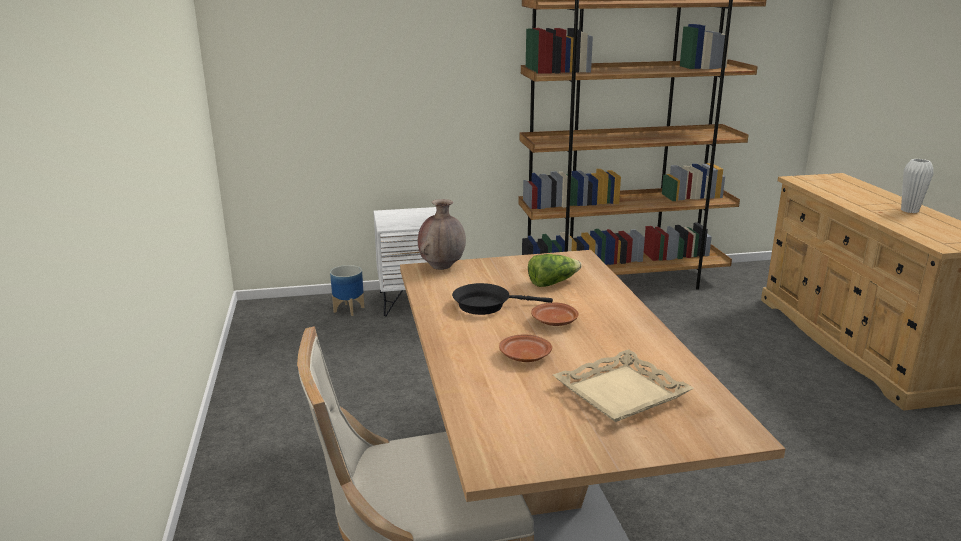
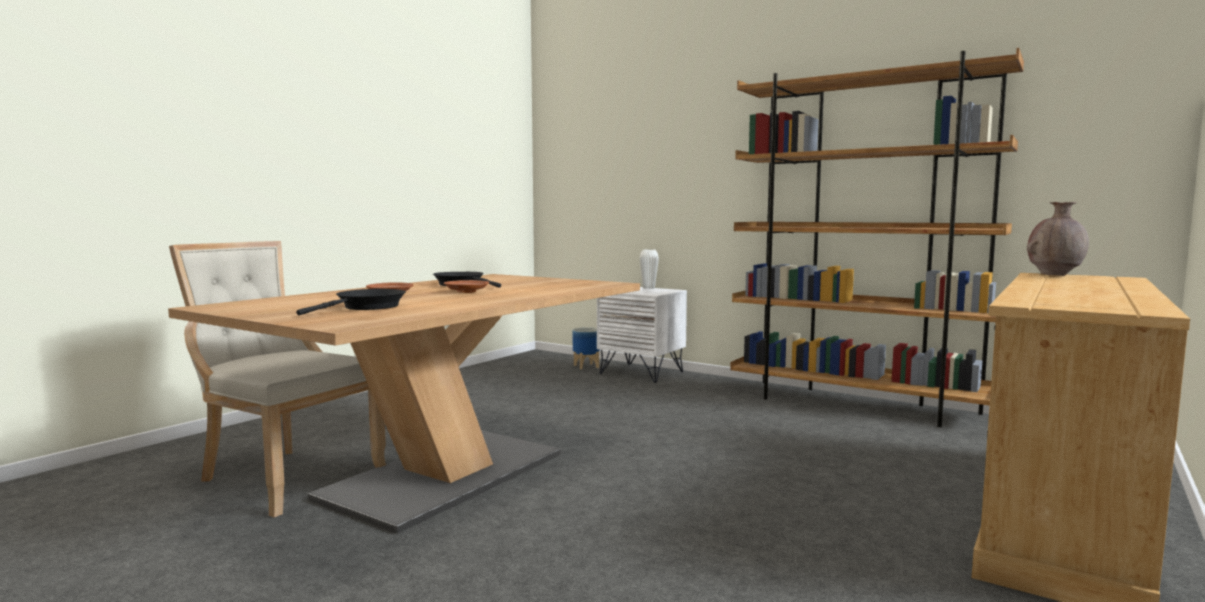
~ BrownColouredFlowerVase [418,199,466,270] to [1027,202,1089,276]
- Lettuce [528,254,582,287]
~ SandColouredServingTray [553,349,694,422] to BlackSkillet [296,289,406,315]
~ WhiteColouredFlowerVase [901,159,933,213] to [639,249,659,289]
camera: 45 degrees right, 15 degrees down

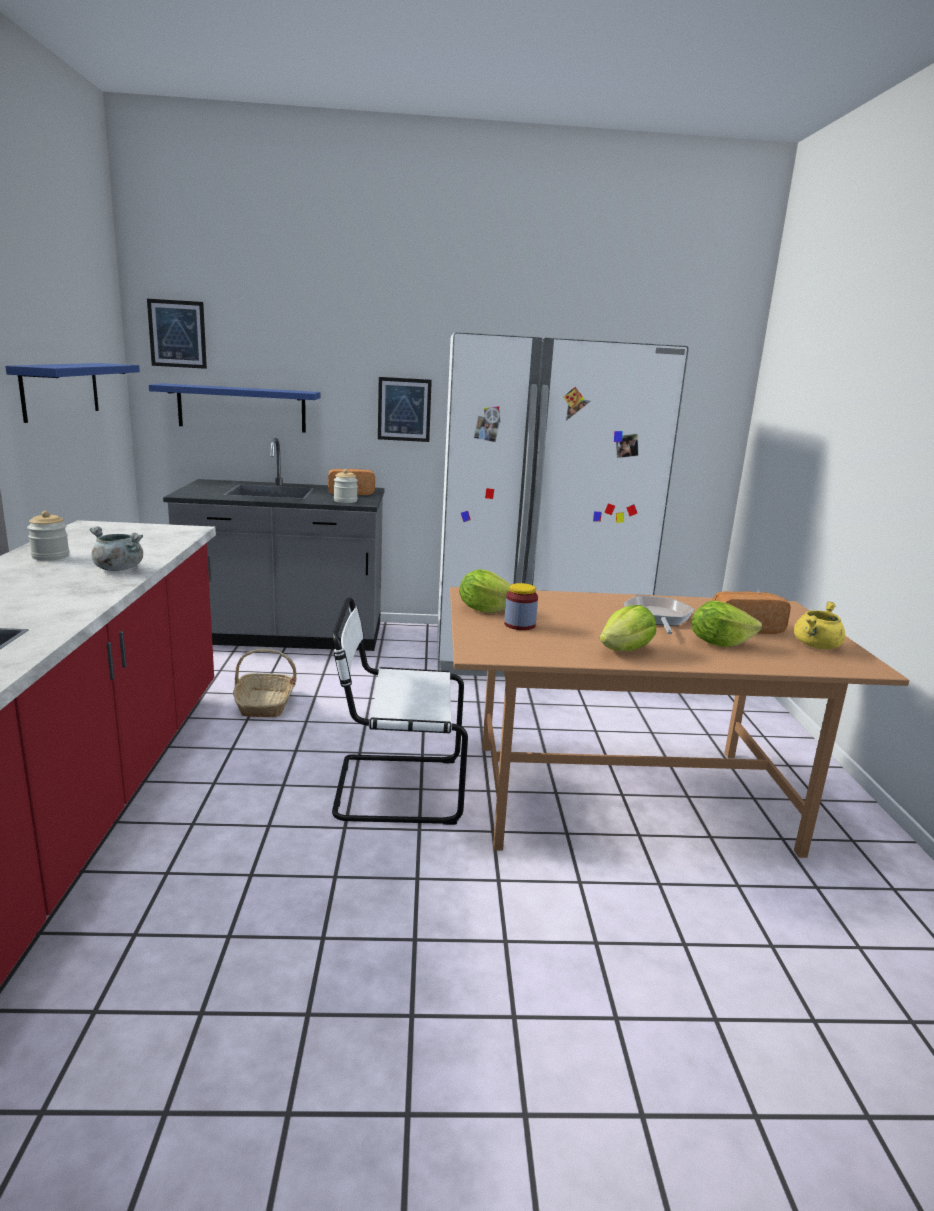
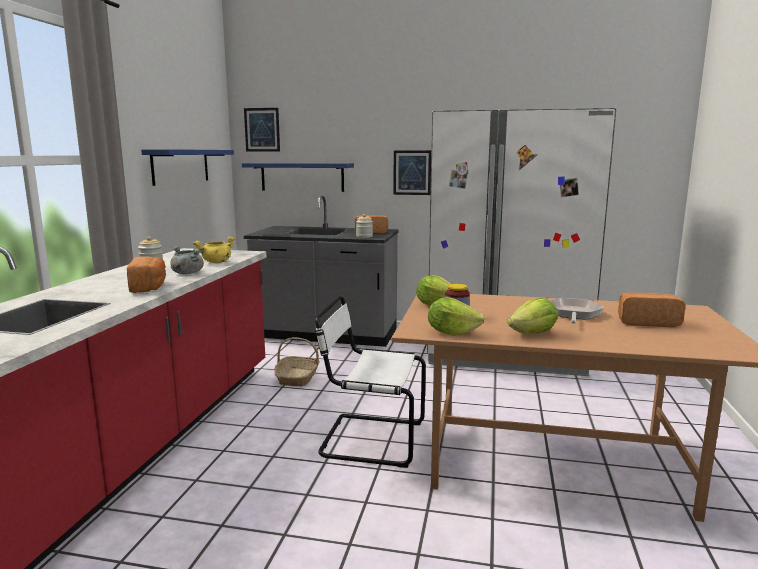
~ Lettuce [692,600,762,647] to [428,297,485,336]
~ YellowCookingPot [794,601,845,649] to [193,236,235,263]
+ Bread [127,256,166,293]
camera: 15 degrees right, 5 degrees down

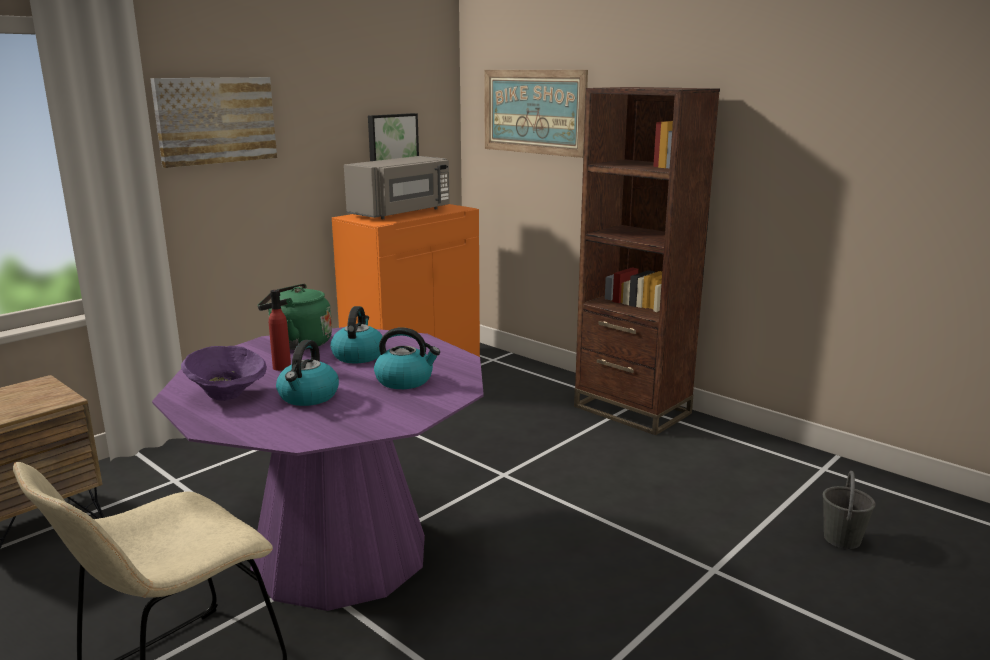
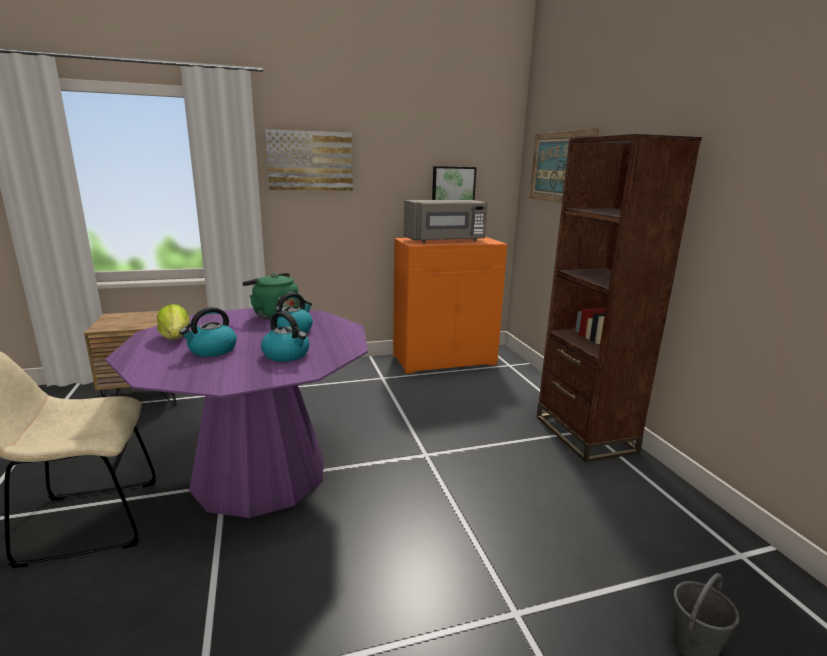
~ PurpleServingBowl [181,346,267,401] to Lettuce [157,304,190,340]
- ReddishBeverageBottle [269,290,291,371]
camera: 30 degrees right, 0 degrees up

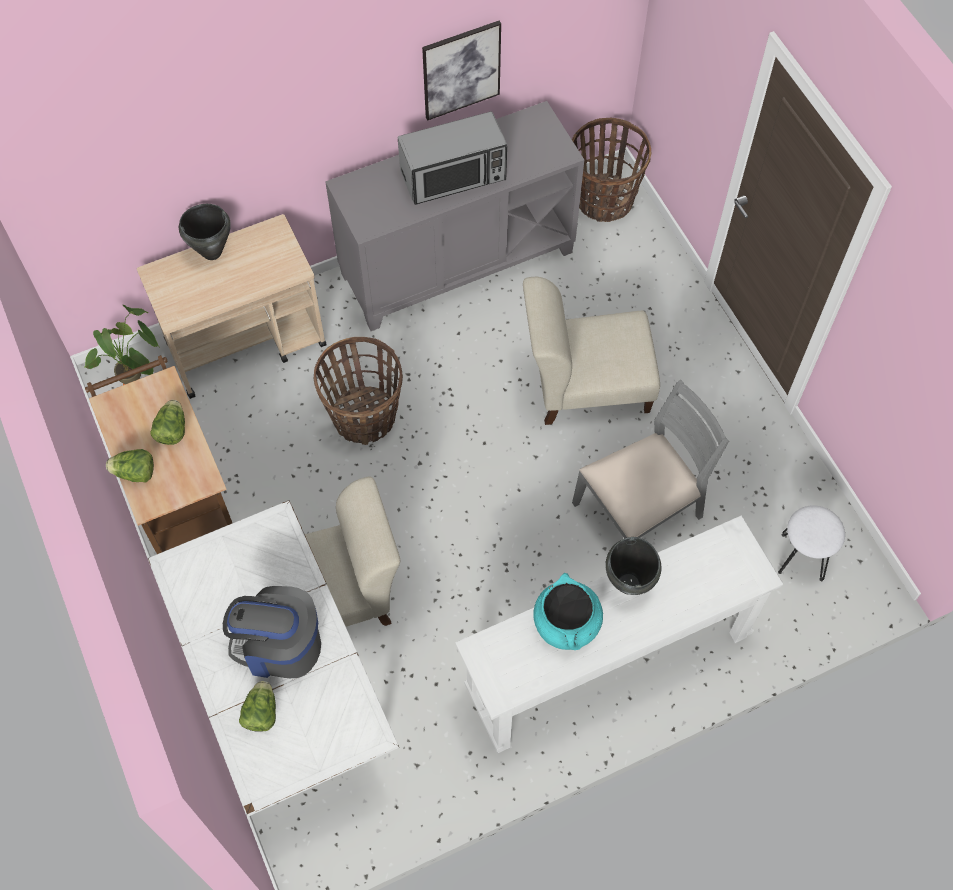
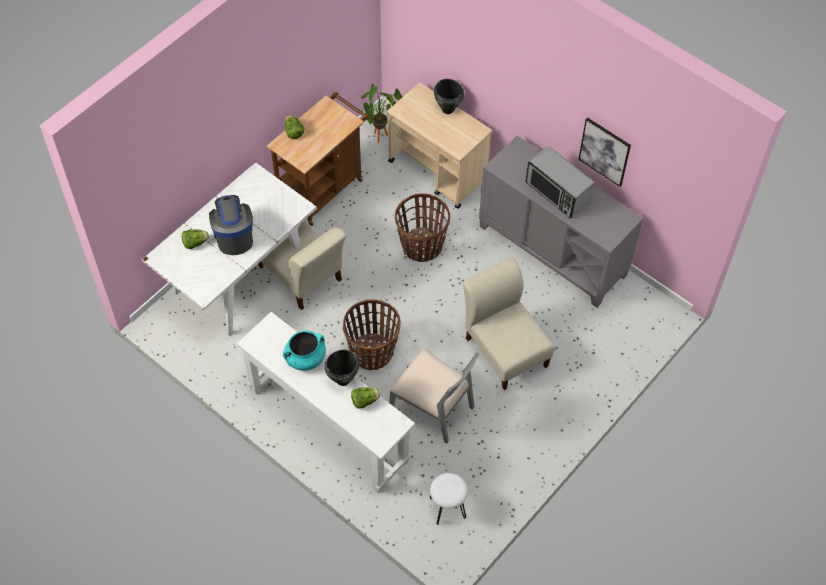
~ Lettuce [150,400,185,445] to [351,387,380,409]
~ Basket [572,118,651,222] to [343,299,401,371]
camera: 65 degrees right, 5 degrees down

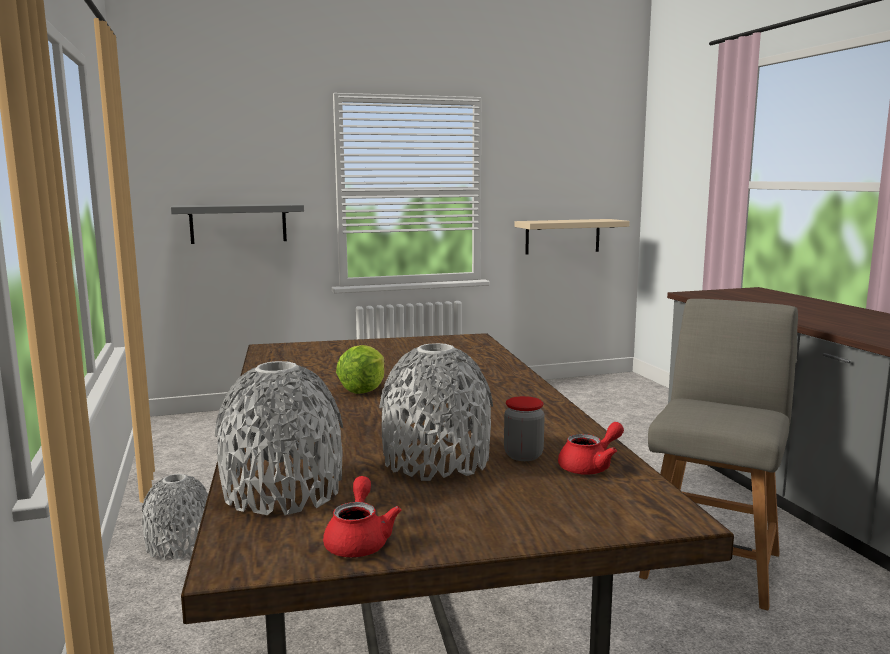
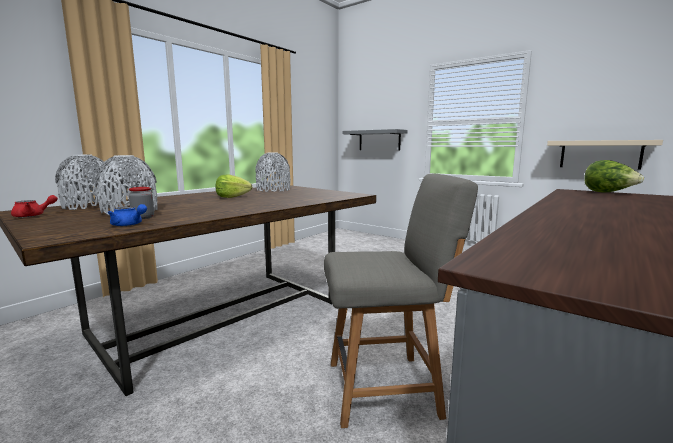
~ GreyFlowerVase [142,474,208,560] to [255,153,290,192]
~ ReddishPotForTea [558,422,624,475] to BlueColouredPotForTea [108,204,147,226]
+ Lettuce [584,160,644,193]
camera: 55 degrees right, 0 degrees up

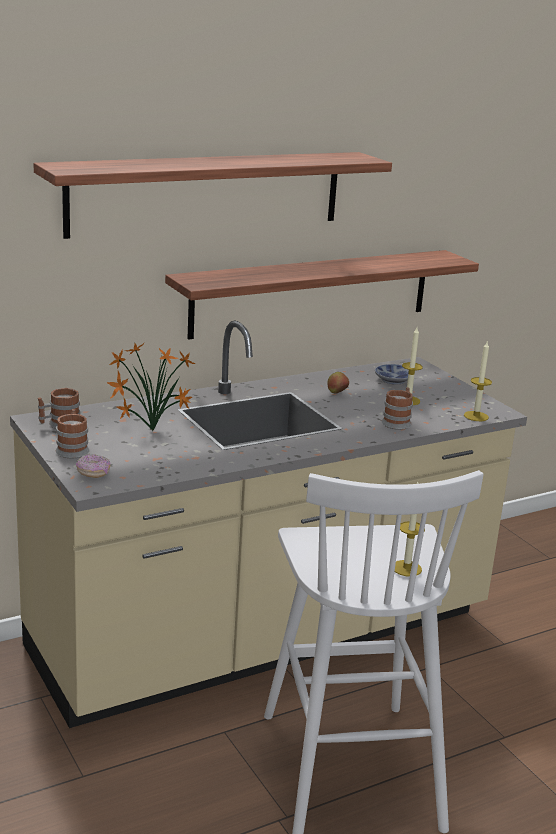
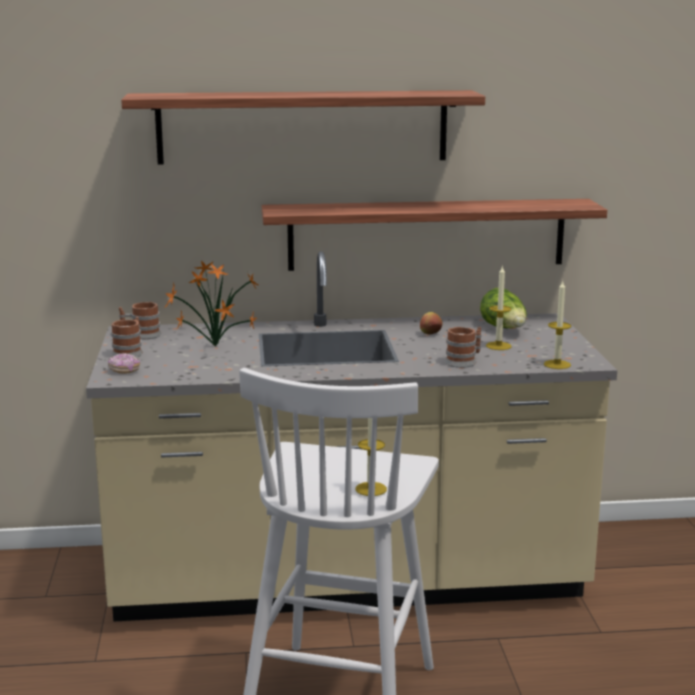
~ ServingBowl [375,364,409,385] to Lettuce [480,288,527,328]
camera: 25 degrees right, 5 degrees down

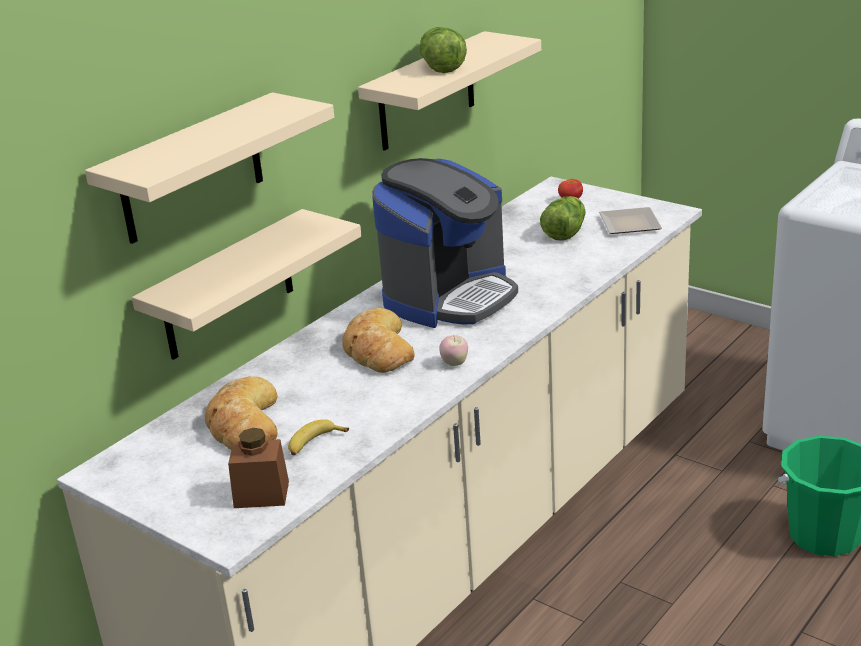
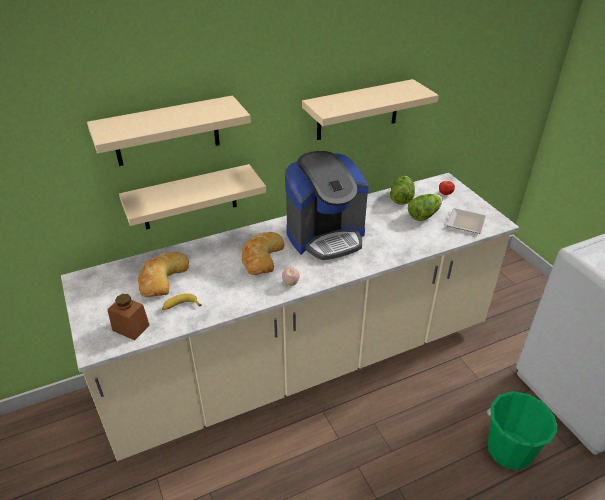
~ Lettuce [420,27,467,73] to [390,176,415,205]
camera: 25 degrees right, 10 degrees up

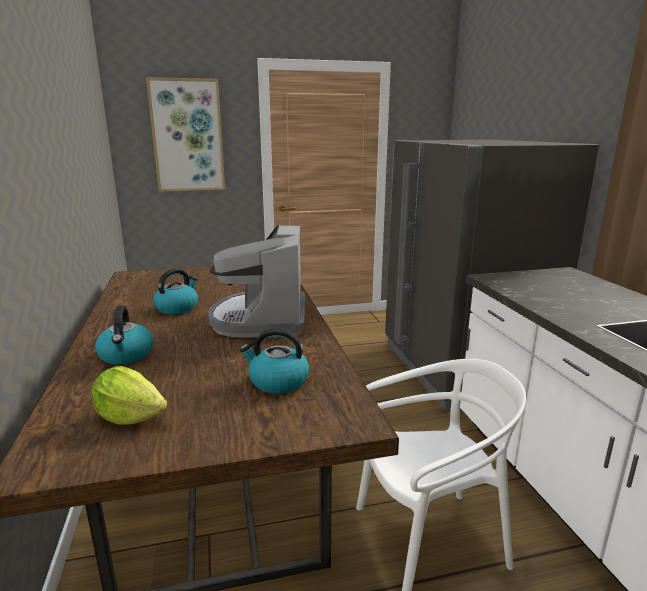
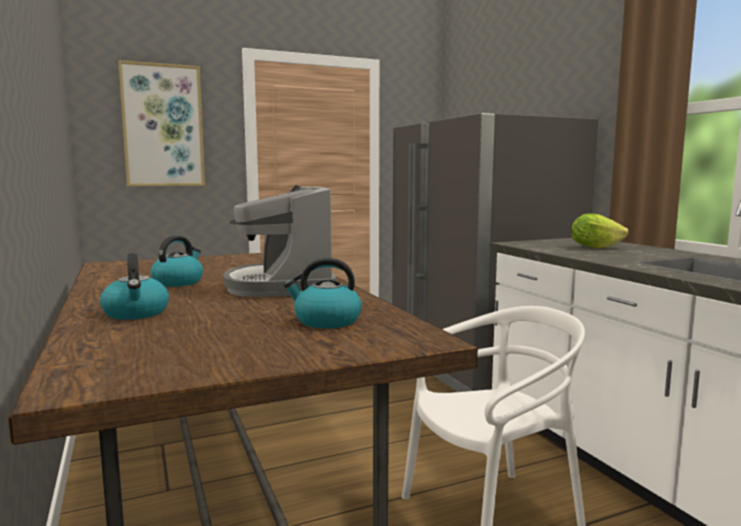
~ Lettuce [92,366,167,425] to [571,213,629,249]
camera: 10 degrees left, 10 degrees down

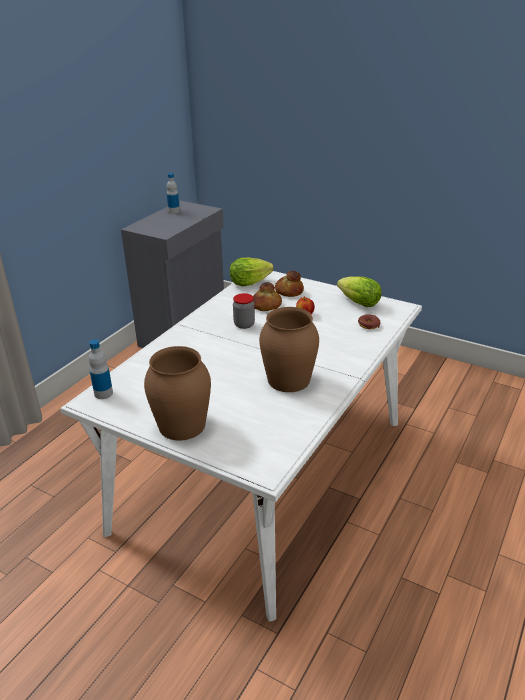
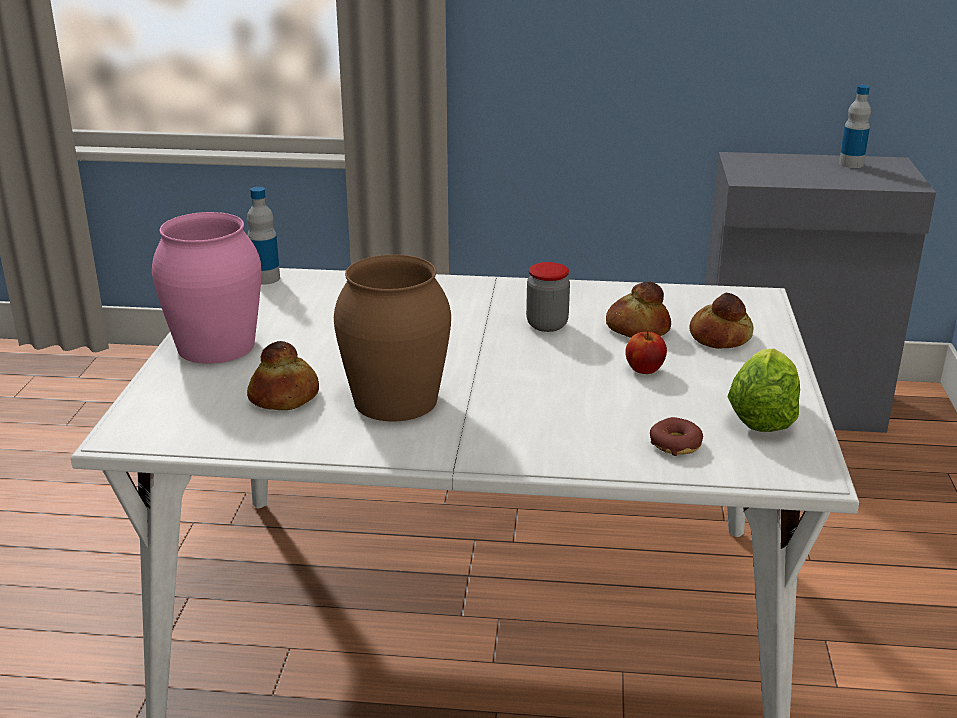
~ BrownColouredFlowerVase [144,346,211,440] to PinkFlowerVase [152,212,261,364]
- Lettuce [230,258,274,286]
+ Bread [247,341,319,410]
camera: 65 degrees right, 5 degrees down

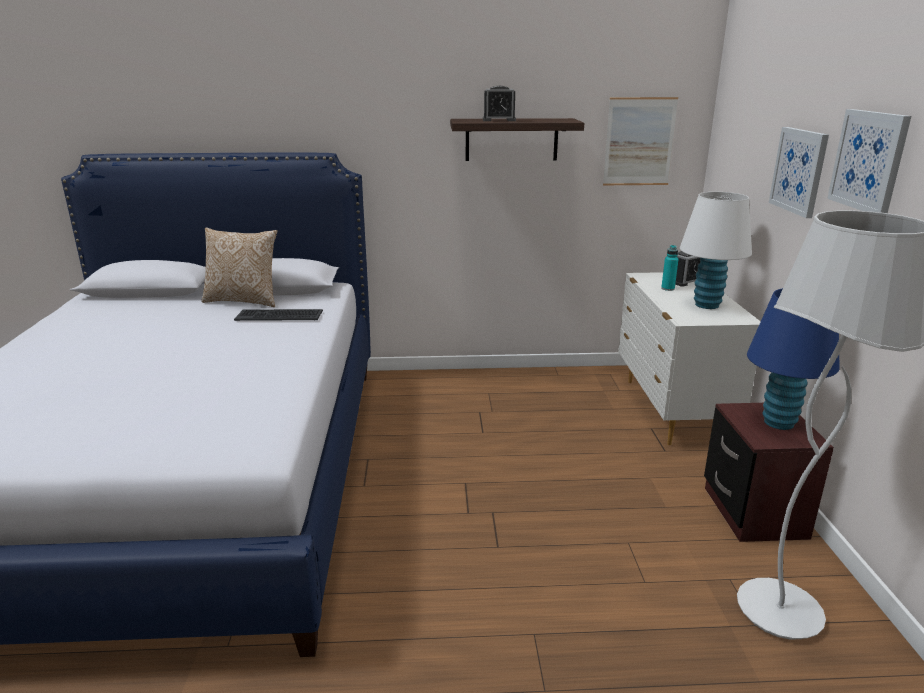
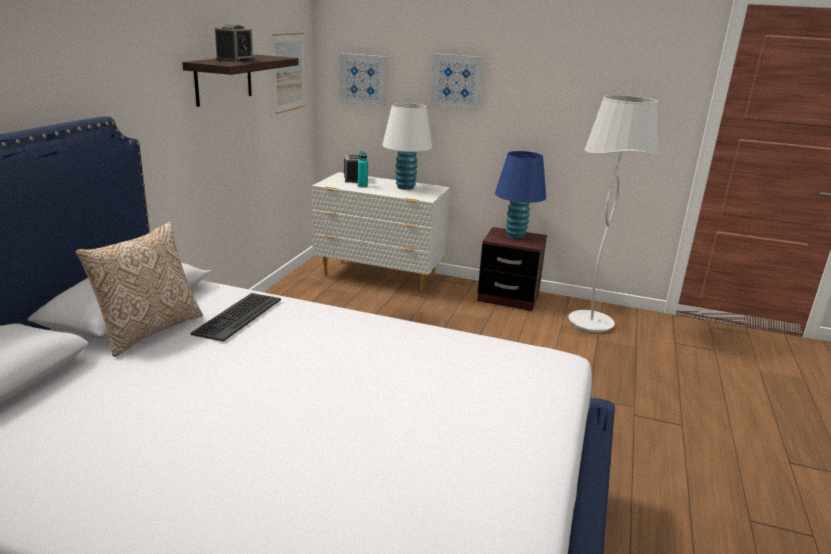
~ WallArt [827,109,911,213] to [340,53,387,108]
camera: 70 degrees left, 0 degrees up

